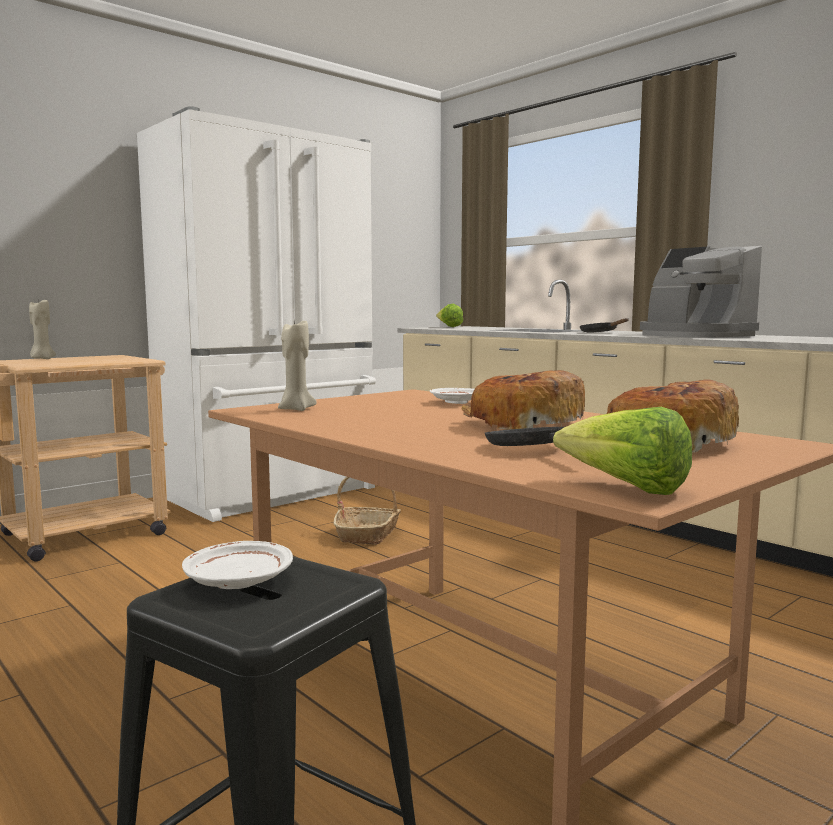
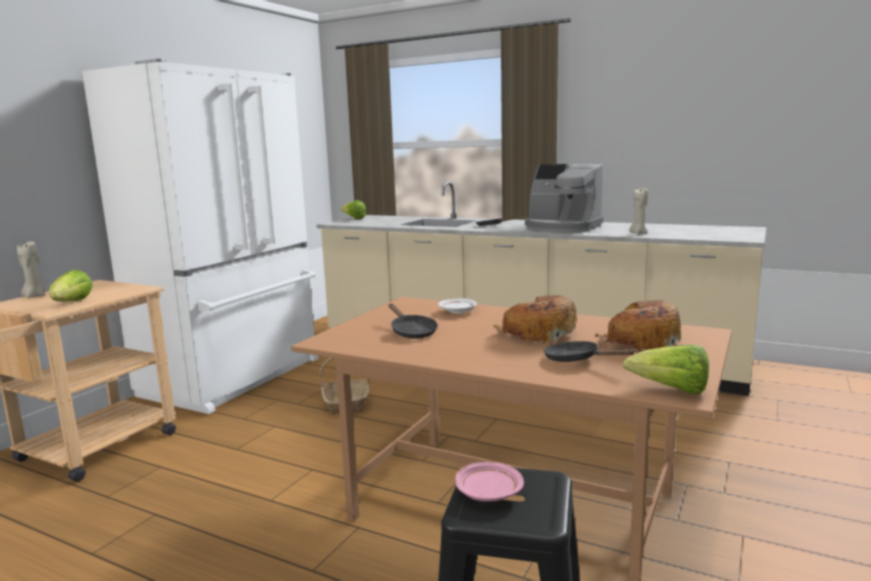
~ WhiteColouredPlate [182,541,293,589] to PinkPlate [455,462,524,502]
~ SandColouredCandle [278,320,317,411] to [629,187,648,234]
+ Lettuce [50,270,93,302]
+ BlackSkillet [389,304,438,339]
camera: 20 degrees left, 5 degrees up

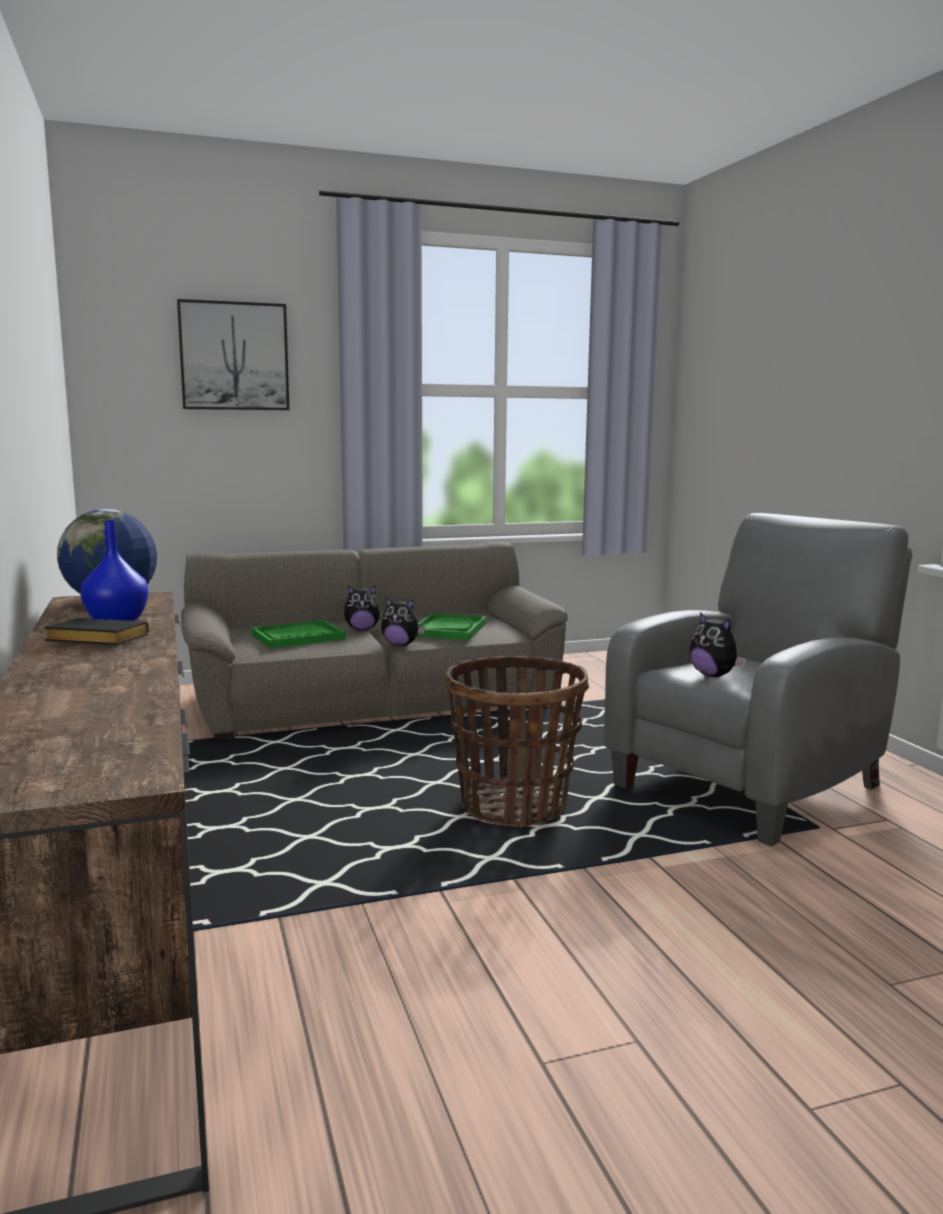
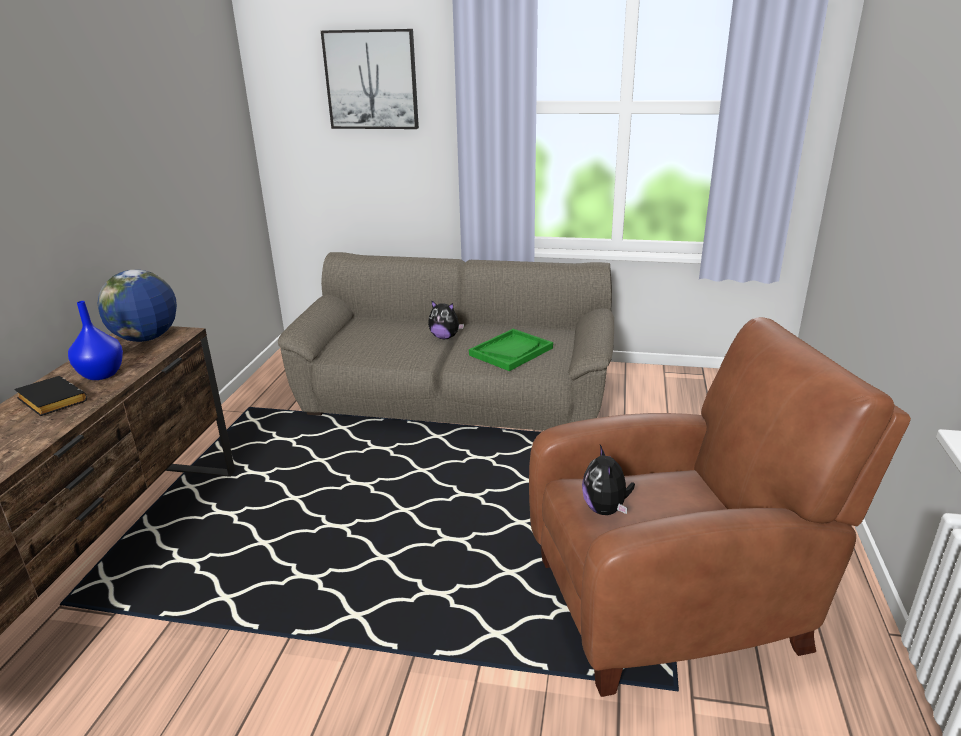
- GreenServingTray [251,620,346,648]
- PlushToy [381,598,425,646]
- Basket [446,656,589,828]
~ GreyArmchair [604,513,912,846] to BrownColouredArmchair [529,317,911,697]
camera: 30 degrees right, 15 degrees up

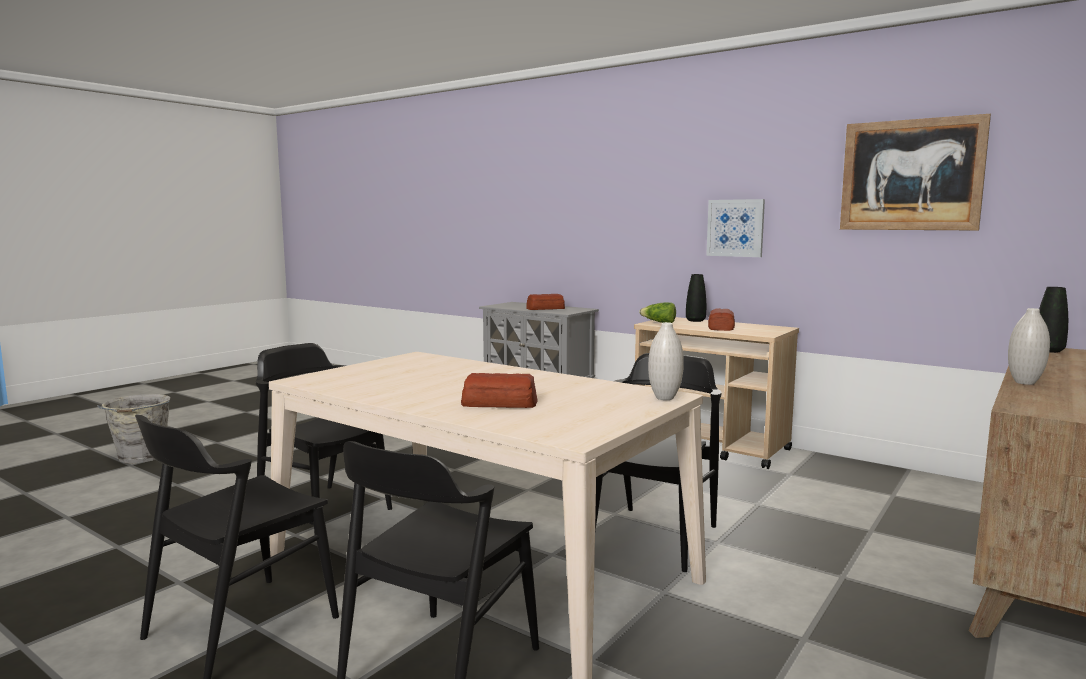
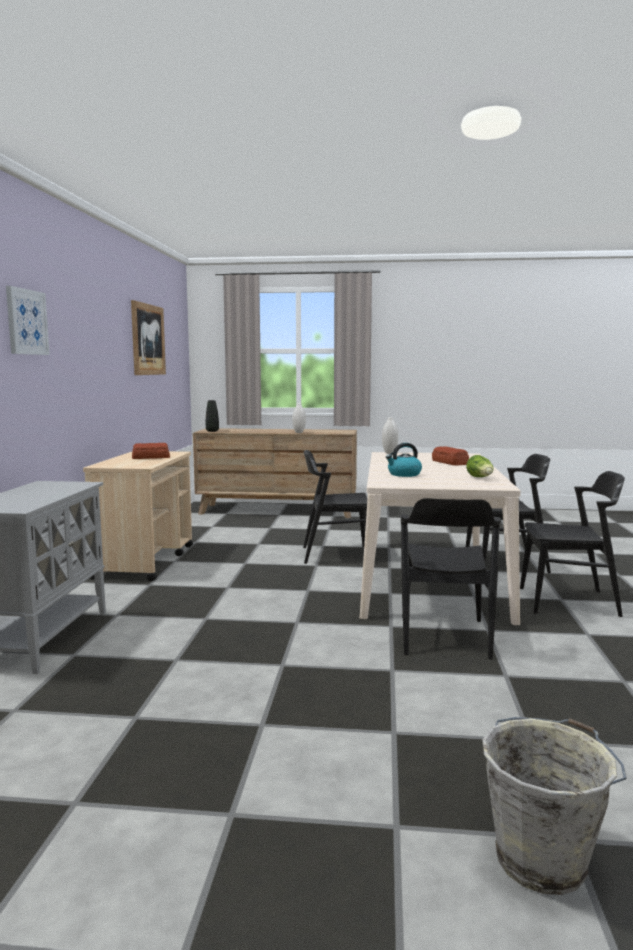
- Bread [526,294,565,310]
~ Lettuce [639,302,676,323] to [466,455,494,477]
- BlackFlowerVase [686,274,706,322]
~ WallArt [706,199,765,257] to [6,286,50,355]
+ TeaKettle [386,443,422,477]
camera: 120 degrees left, 0 degrees up

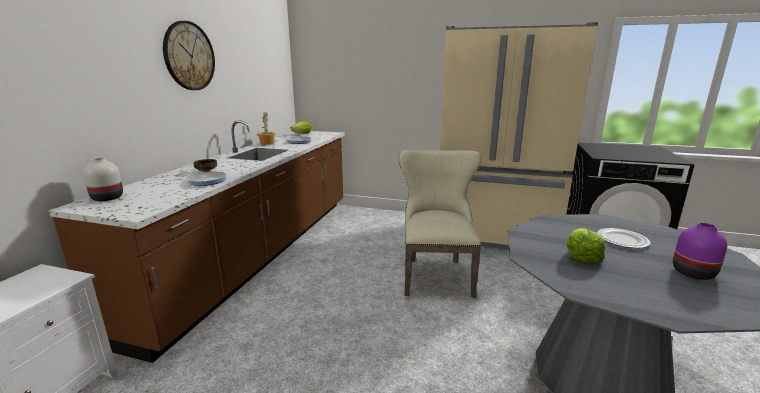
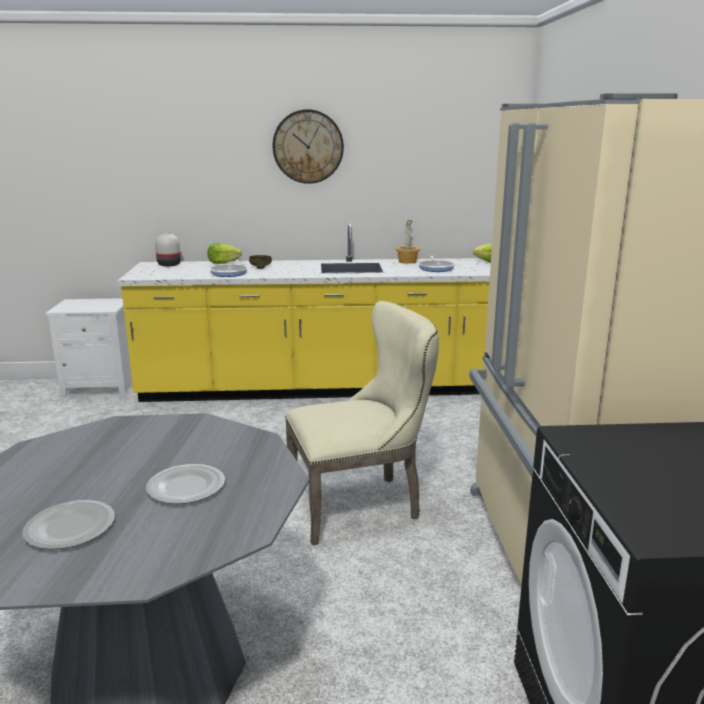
~ BrownColouredCounter [49,120,345,363] to YellowCounter [117,224,491,402]
~ Lettuce [567,228,606,263] to [207,243,242,264]
~ PurpleFlowerVase [673,223,727,280] to Plate [22,500,115,550]
camera: 70 degrees right, 0 degrees up

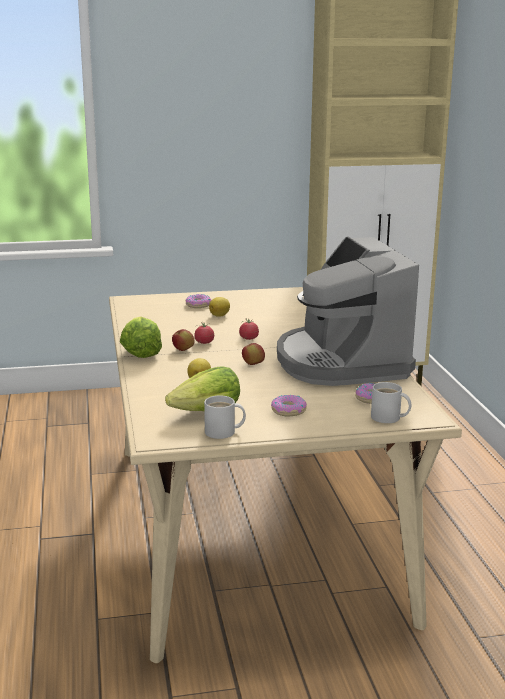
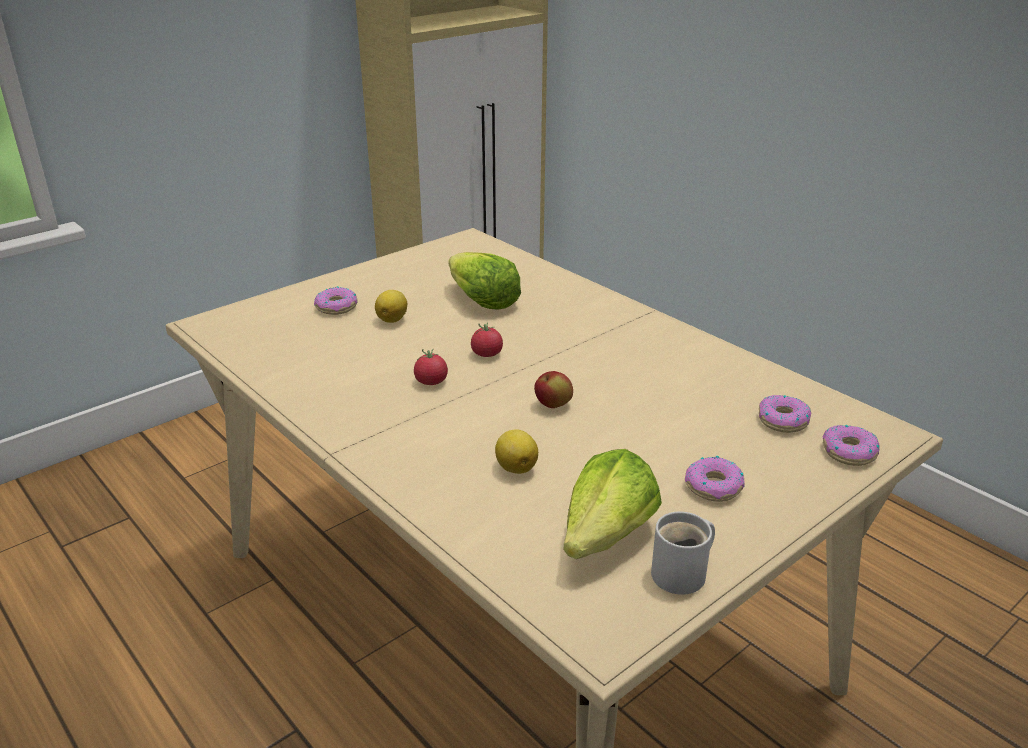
~ Lettuce [120,317,162,358] to [449,252,521,310]
- WholeApple [172,329,195,351]
- CoffeeMaker [277,237,419,386]
~ WhiteColouredTeaMug [371,382,411,423] to Doughnut [823,425,880,466]
camera: 30 degrees left, 10 degrees up

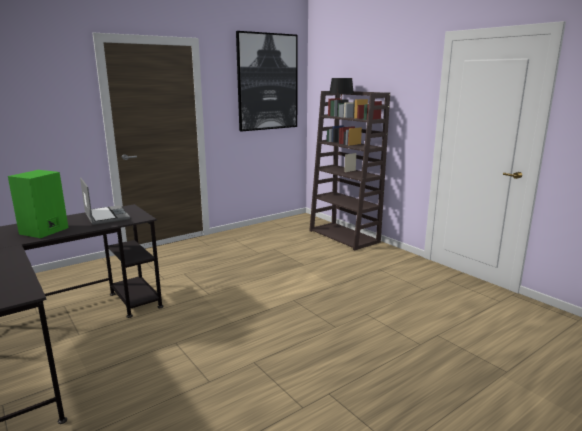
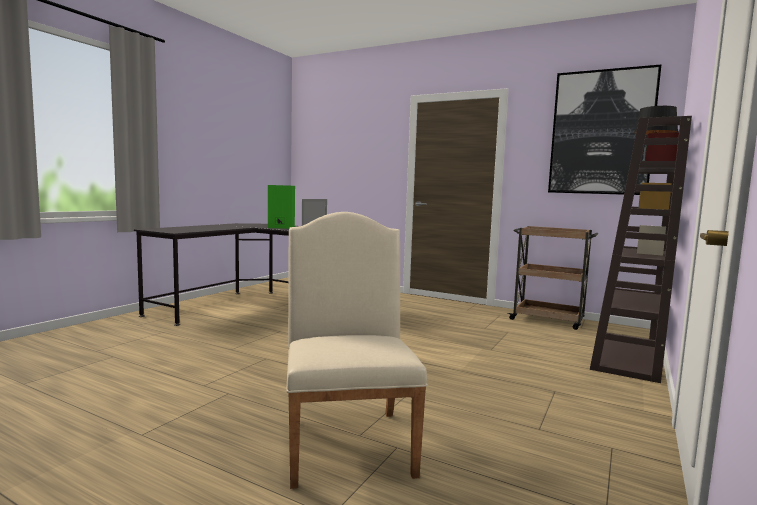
+ SandColouredPlainChair [286,212,428,489]
+ BrownColouredWheeledCart [507,226,598,330]
camera: 65 degrees right, 10 degrees down

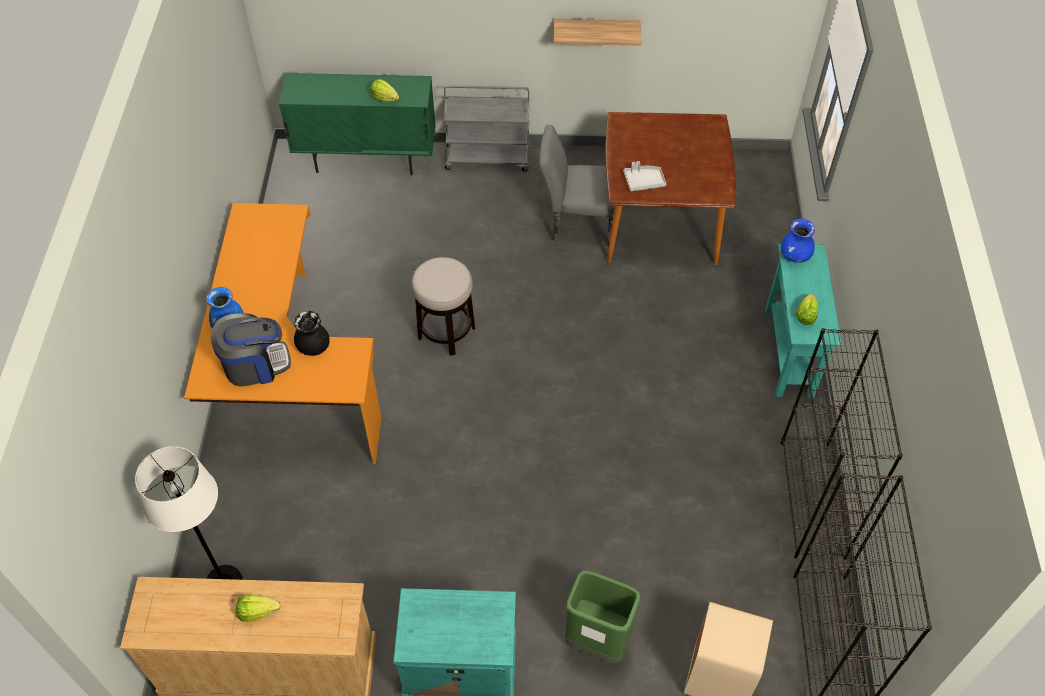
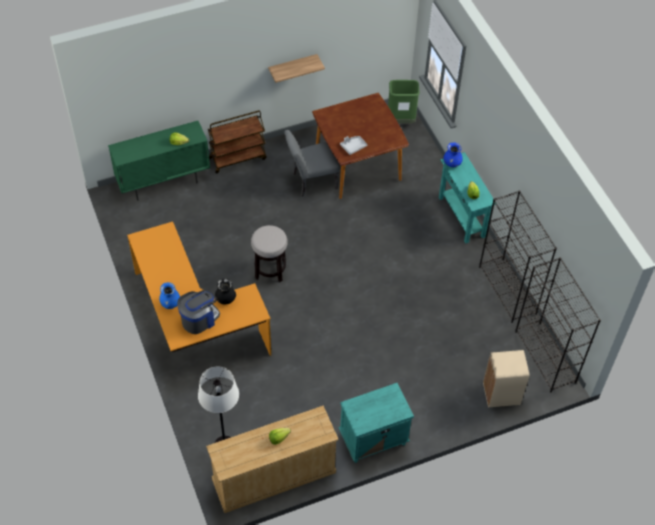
~ GreyWheeledCart [444,85,530,172] to BrownColouredWheeledCart [208,111,267,173]
~ GreenRubbishBin [565,571,640,663] to [388,80,420,123]
camera: 25 degrees left, 0 degrees up

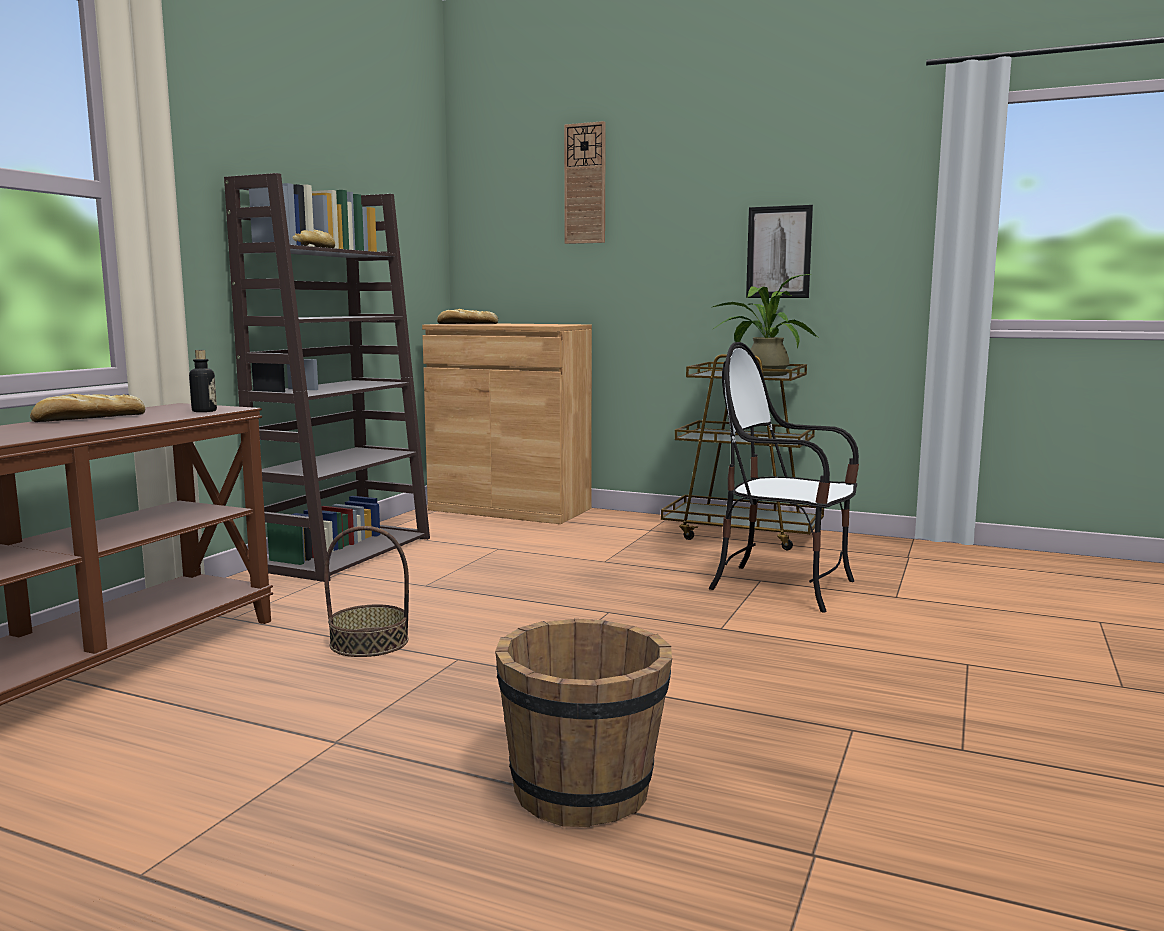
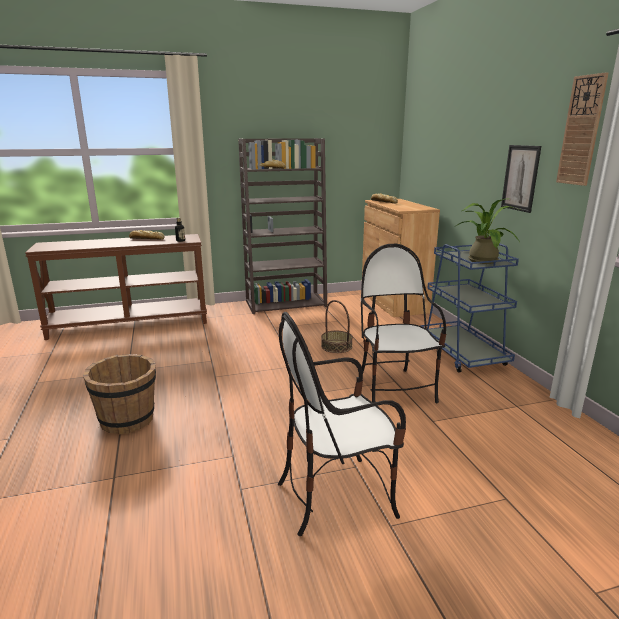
~ Basket [324,526,409,657] to [321,300,353,353]
~ HangingClock [564,121,606,244] to [556,72,609,186]
~ BrownColouredWheeledCart [661,354,824,550] to BlueColouredWheeledCart [420,243,519,373]
+ PlainChair [278,312,406,536]
camera: 50 degrees right, 10 degrees up

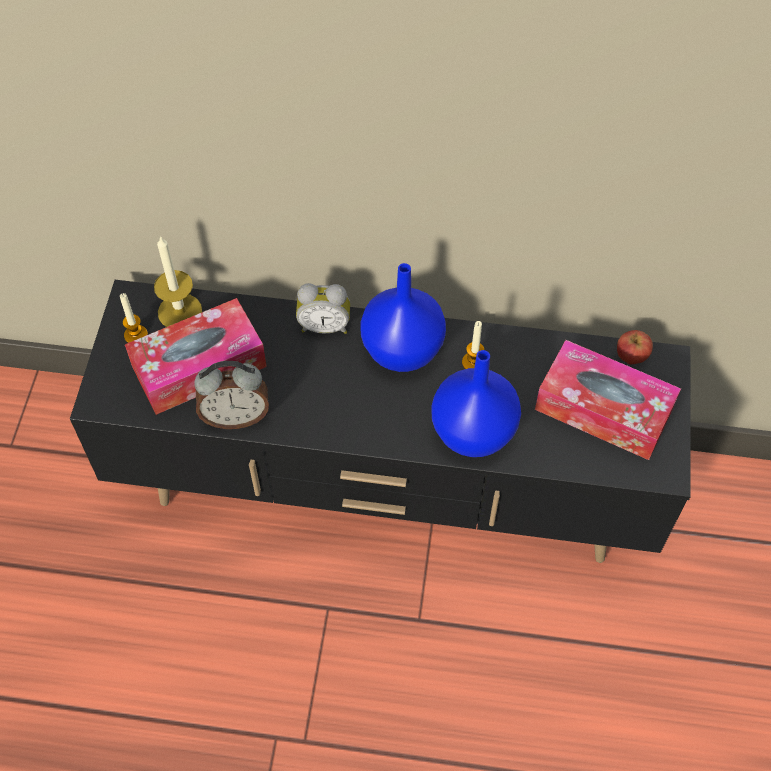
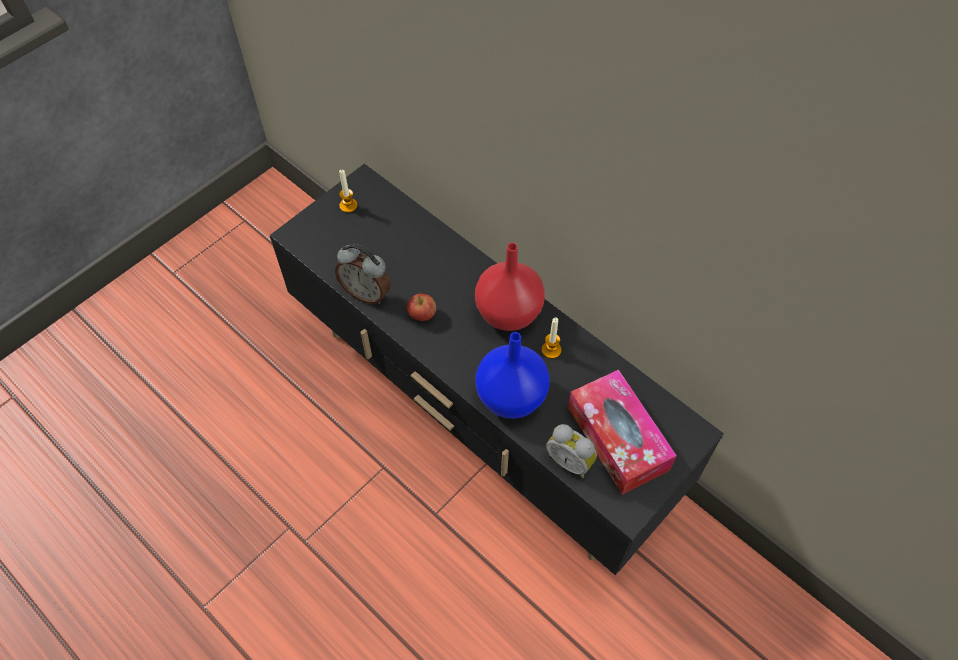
- TissueHolder [125,298,267,415]
- Candle [154,236,202,327]
~ TableClock [296,283,350,334] to [546,424,597,478]
~ BlueColouredFlowerVase [361,263,446,372] to ReddishFlowerVase [475,243,545,331]
~ WholeApple [617,330,653,364] to [407,294,436,321]
camera: 35 degrees right, 0 degrees up

